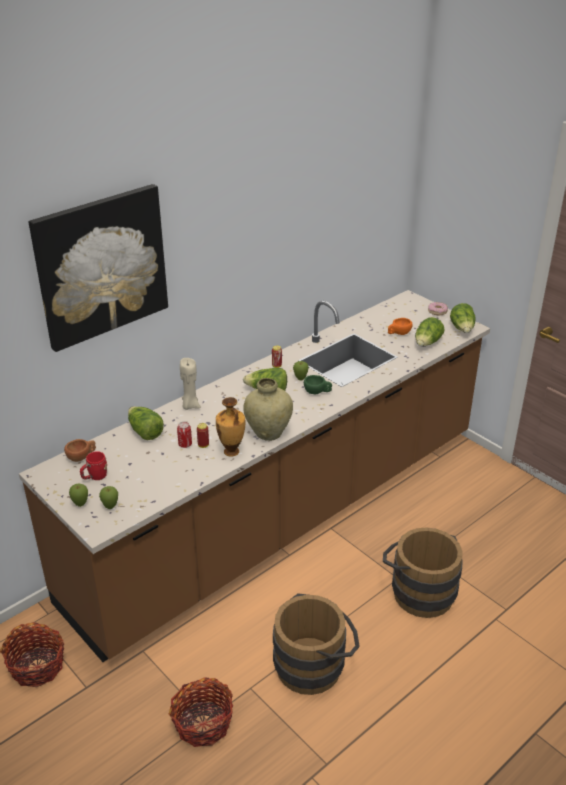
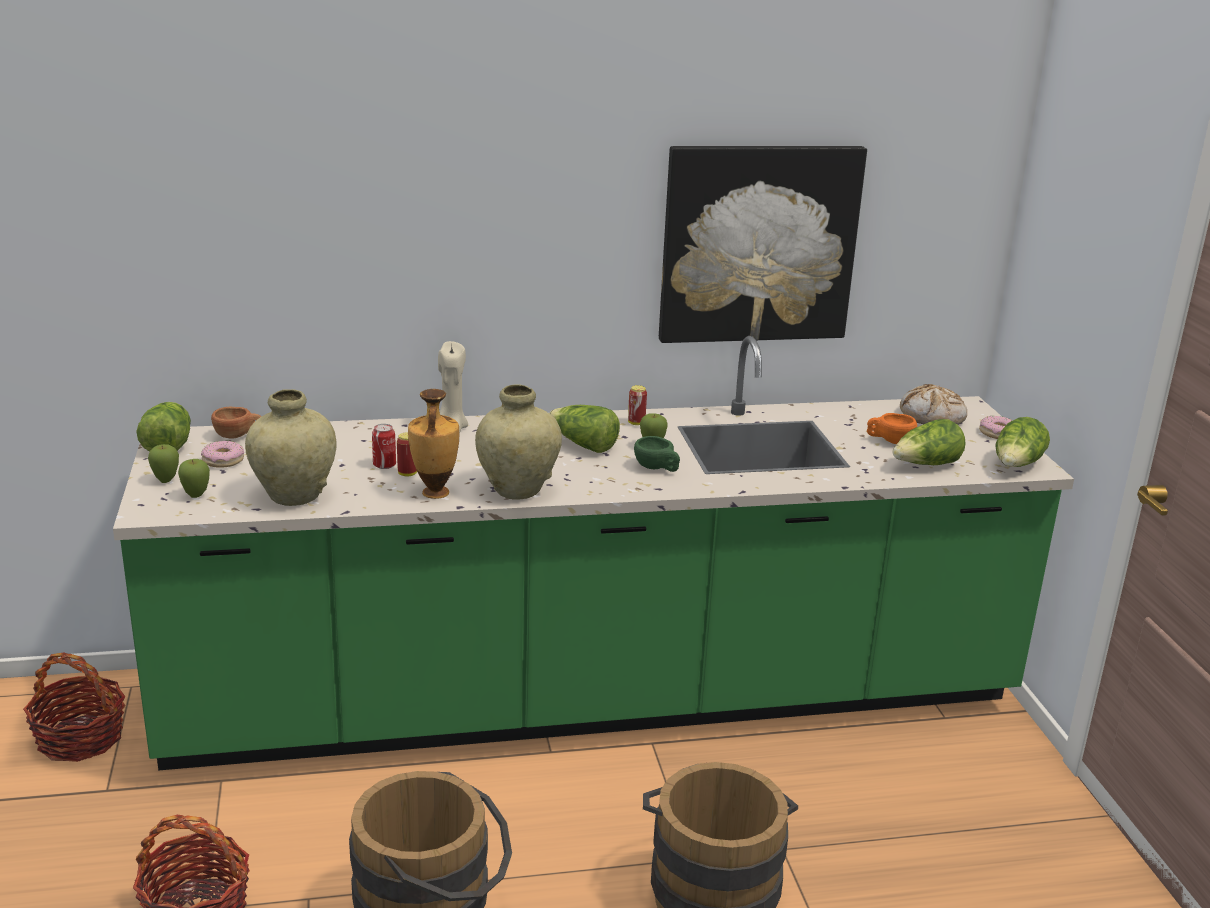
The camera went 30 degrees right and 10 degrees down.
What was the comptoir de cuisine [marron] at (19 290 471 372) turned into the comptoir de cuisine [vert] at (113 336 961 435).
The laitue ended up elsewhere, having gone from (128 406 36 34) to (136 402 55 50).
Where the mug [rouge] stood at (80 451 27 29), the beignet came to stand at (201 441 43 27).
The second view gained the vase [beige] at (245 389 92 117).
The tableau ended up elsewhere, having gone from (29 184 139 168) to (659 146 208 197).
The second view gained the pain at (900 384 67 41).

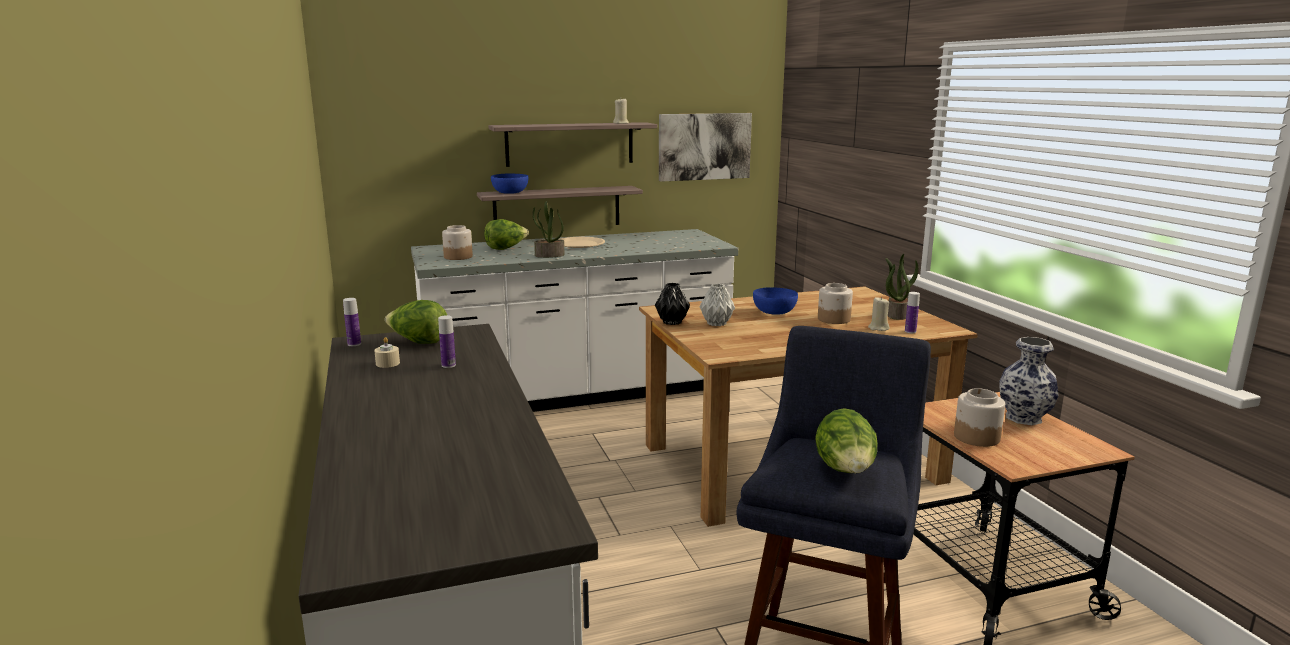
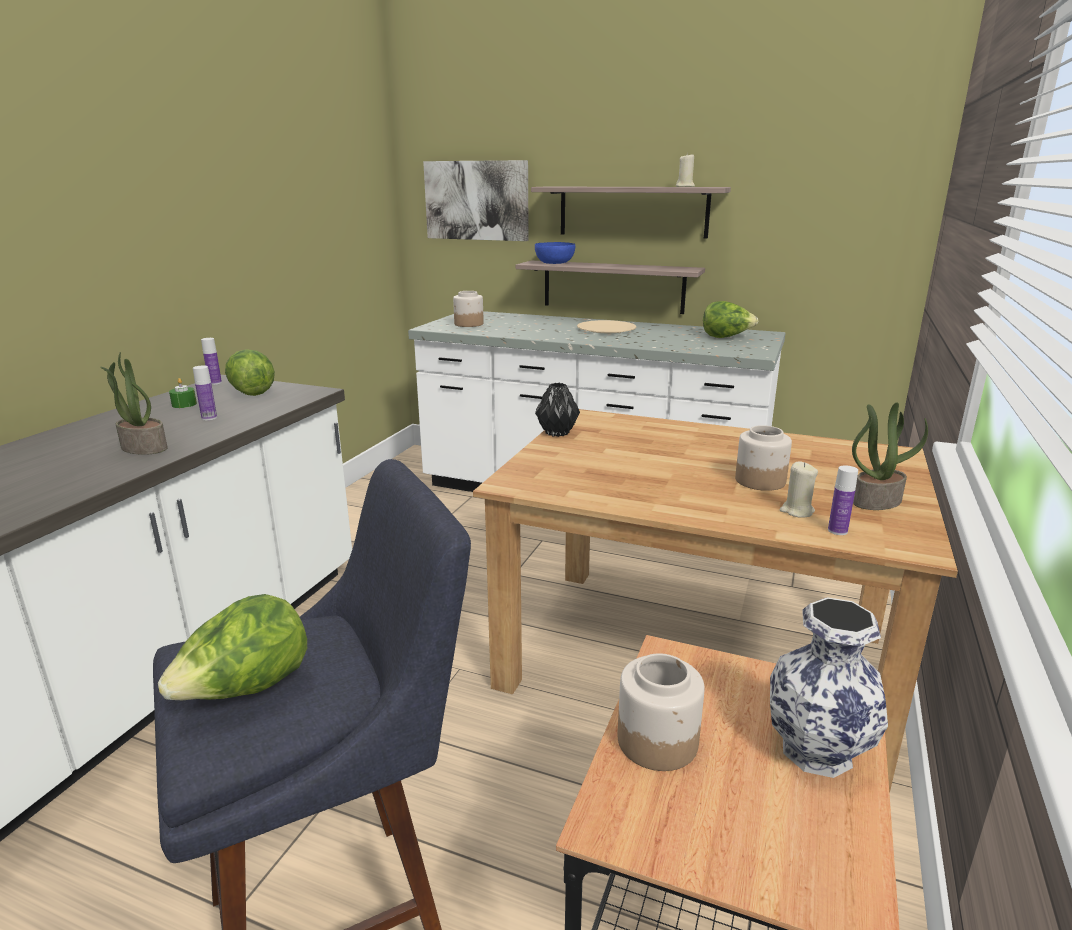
The camera went 40 degrees right and 5 degrees up.
The plante en pot ended up elsewhere, having gone from (532 201 33 57) to (101 352 67 103).
What was the bougie [beige] at (374 337 26 31) turned into the bougie [vert] at (169 378 28 30).
The tableau ended up elsewhere, having gone from (659 113 93 69) to (423 160 106 81).
The laitue ended up elsewhere, having gone from (484 219 45 31) to (703 301 55 37).
The second view lost the vase [gris] at (699 284 36 42).
The second view lost the bol [bleu] at (753 288 45 27).

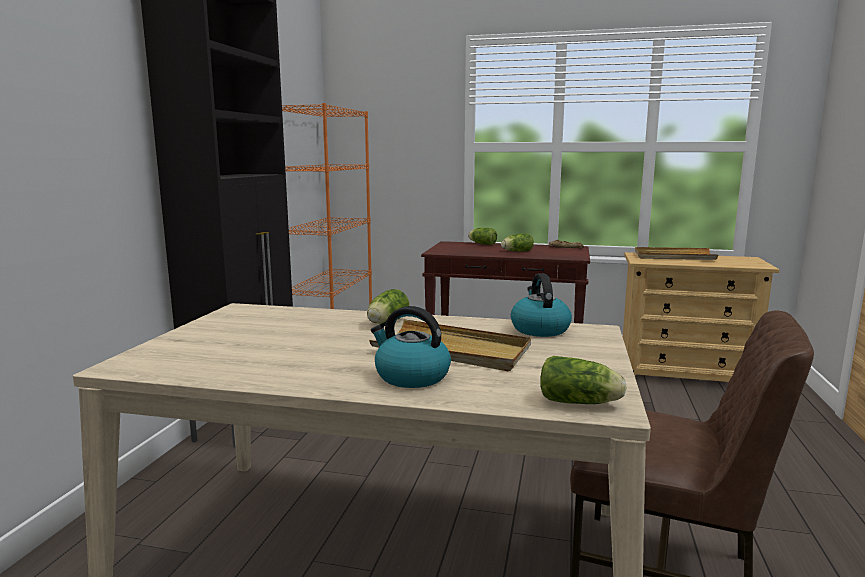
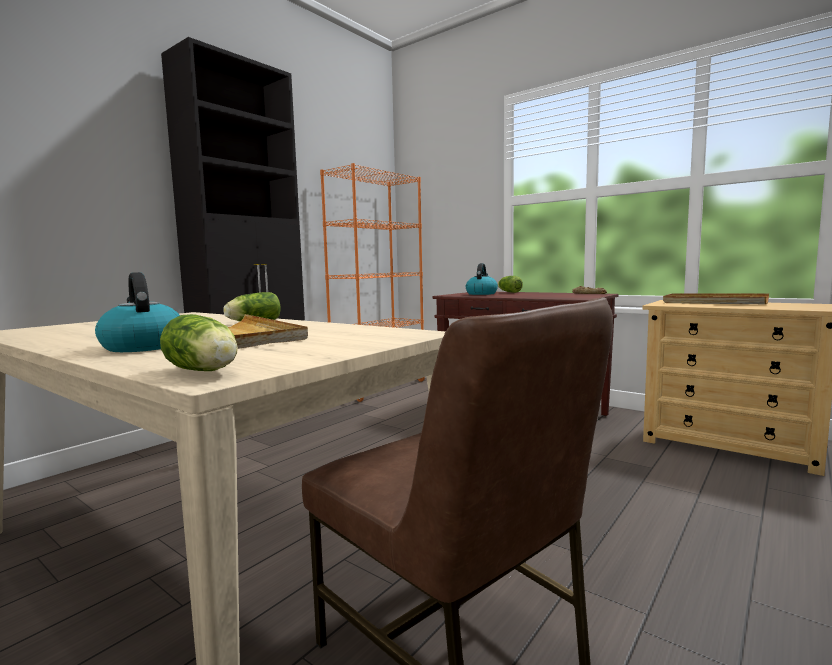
The camera went 25 degrees right and 5 degrees down.
The bouilloire ended up elsewhere, having gone from (511 273 61 64) to (466 263 32 32).
The second view lost the laitue at (501 233 33 19).

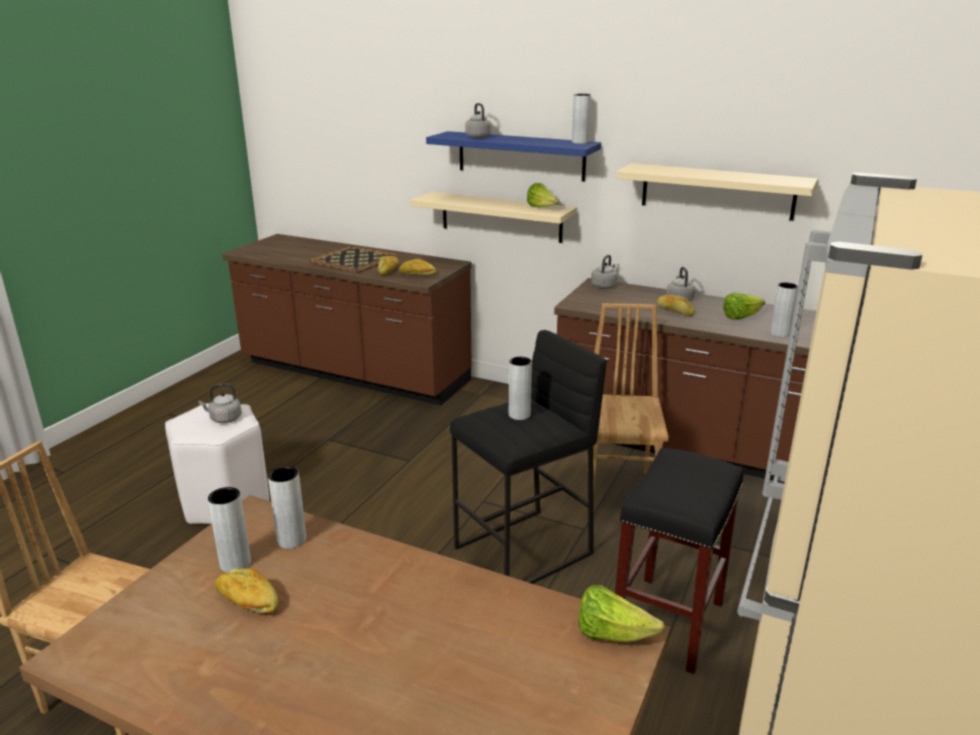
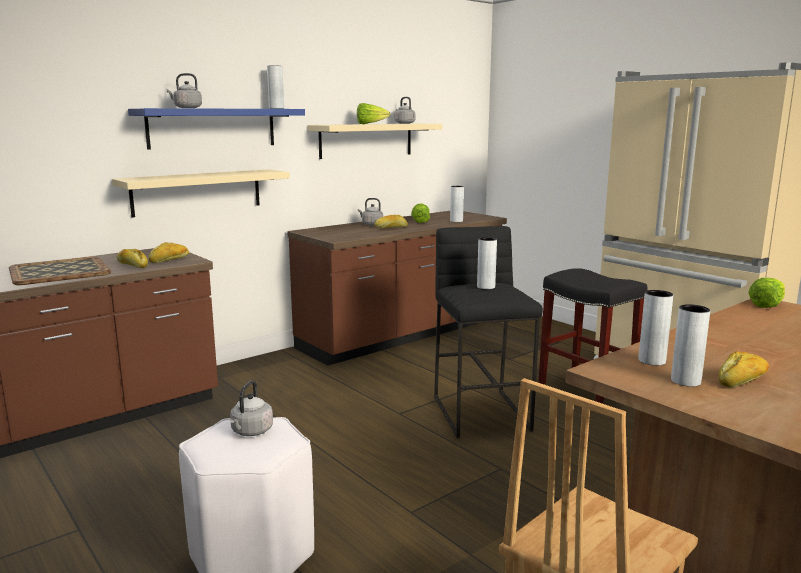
The camera went 65 degrees left and 10 degrees down.
The laitue ended up elsewhere, having gone from (527 183 31 25) to (357 103 33 21).
The bouilloire [gris] ended up elsewhere, having gone from (591 255 27 34) to (394 97 21 27).
The second view lost the chaise [marron] at (587 303 82 193).

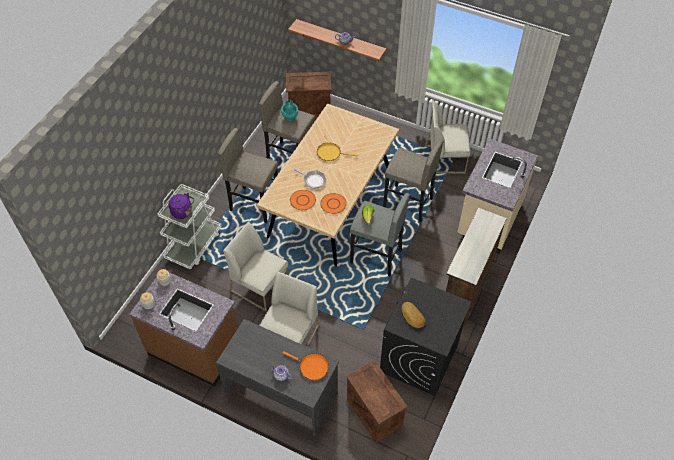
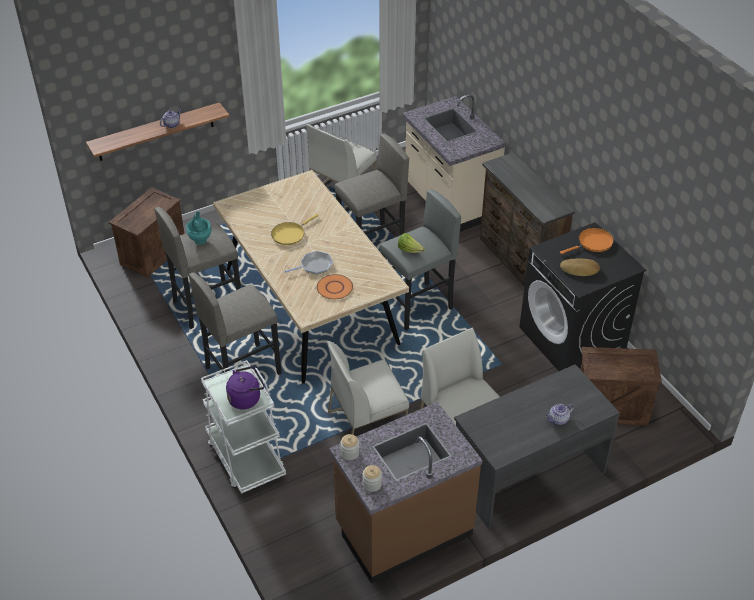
The camera went 55 degrees left and 10 degrees down.
The poêle [orange] ended up elsewhere, having gone from (283 351 46 29) to (560 228 54 26).
The second view lost the assiette [orange] at (320 193 27 21).

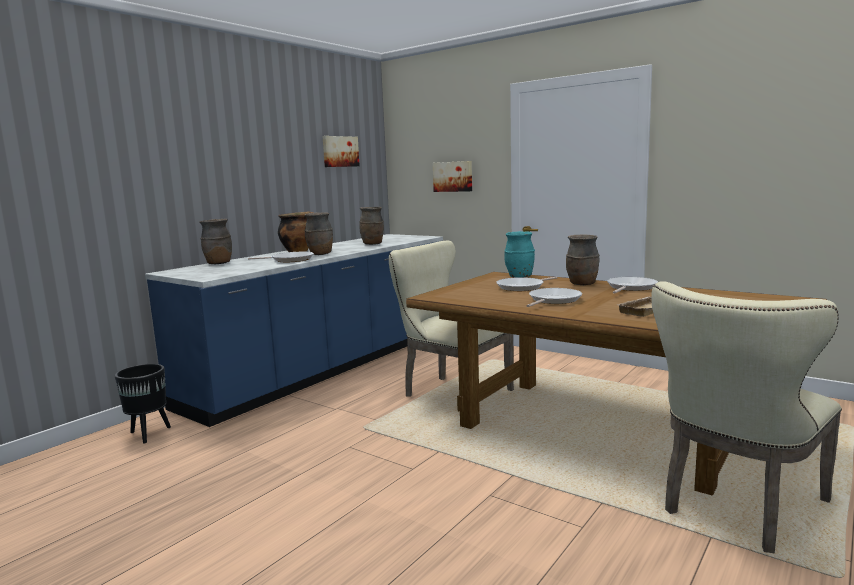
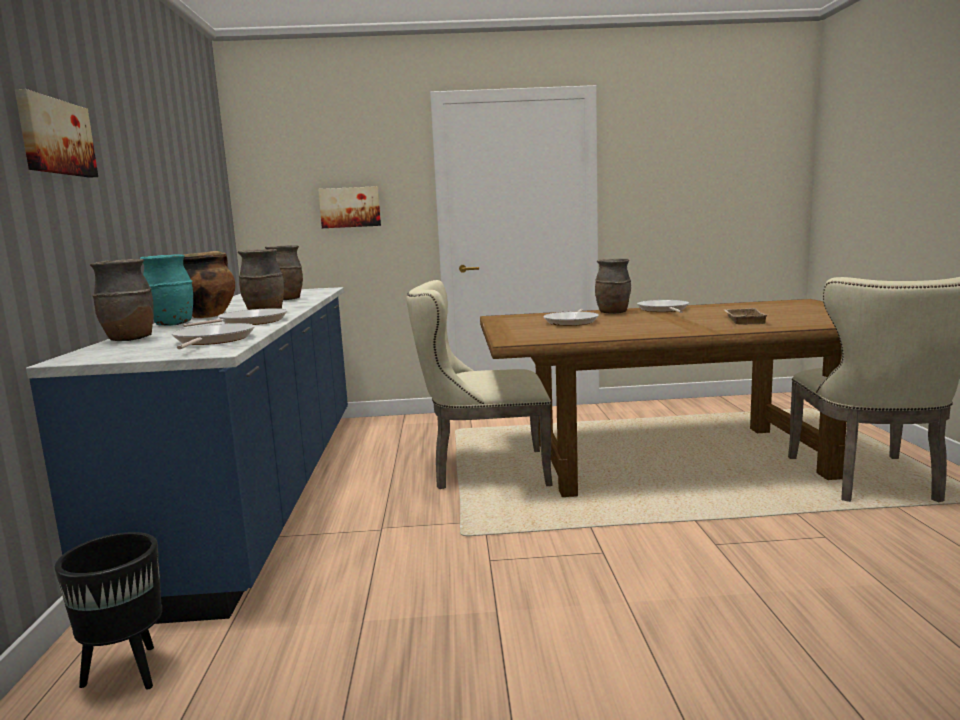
The camera went 40 degrees left and 0 degrees up.
The tableau ended up elsewhere, having gone from (322 136 38 31) to (15 89 83 89).
The vase [turquoise] ended up elsewhere, having gone from (504 231 31 47) to (140 255 53 71).
The poêle ended up elsewhere, having gone from (527 288 55 19) to (172 323 83 26).

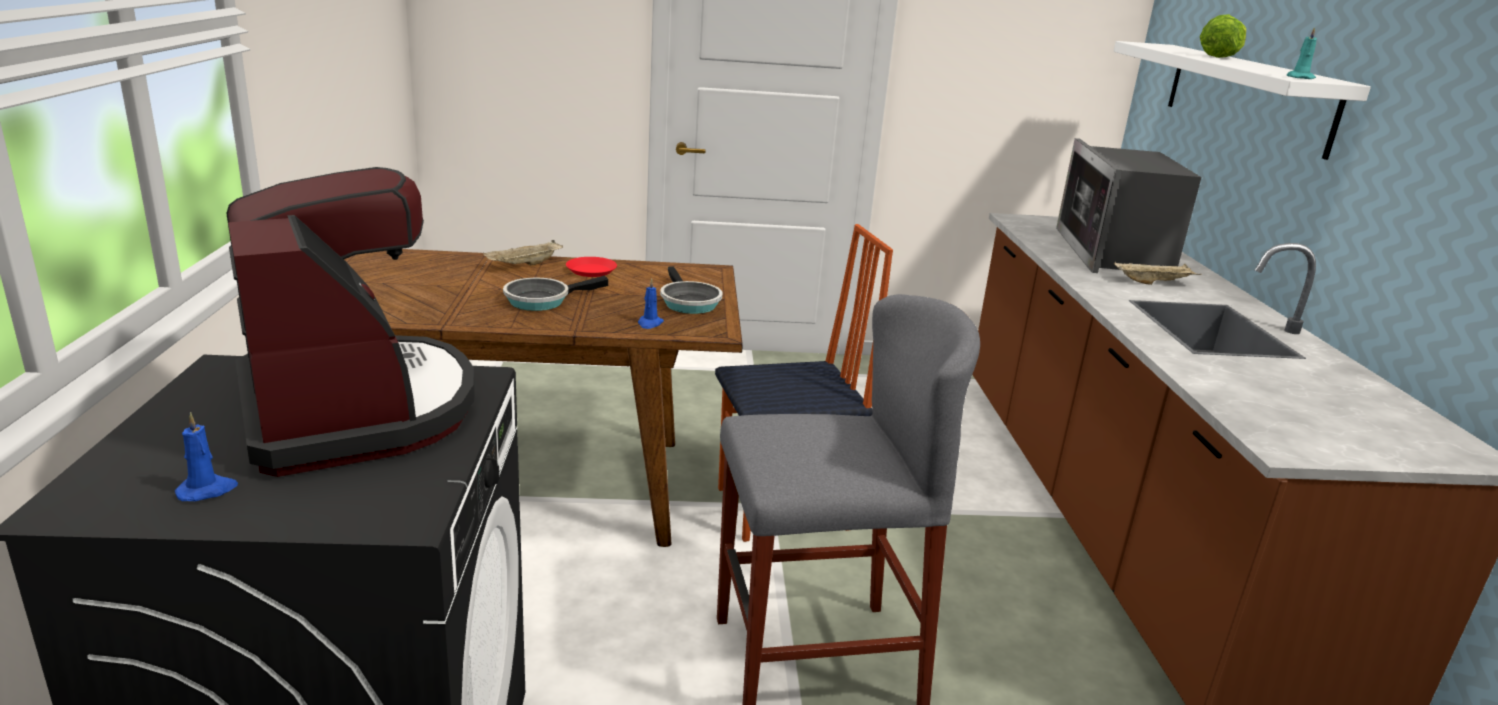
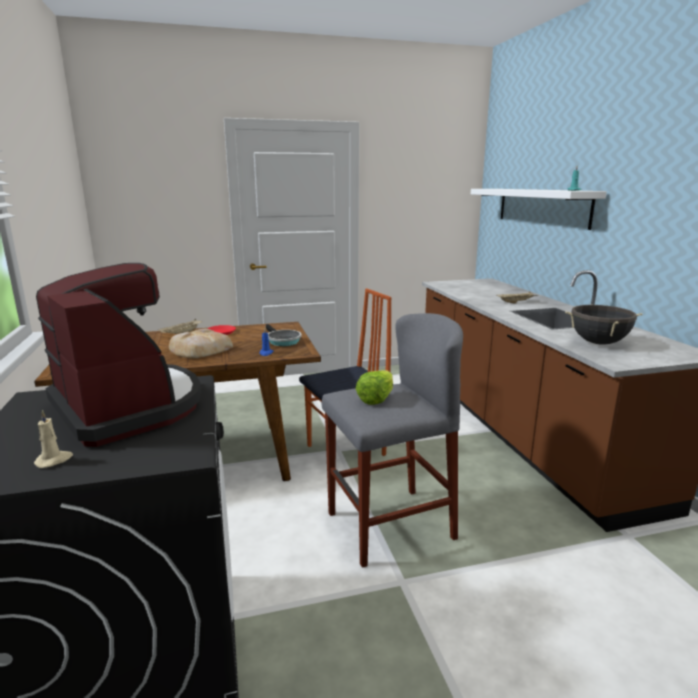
The camera went 10 degrees left and 5 degrees down.
What was the bougie [bleu] at (175 412 63 89) turned into the bougie [beige] at (34 410 39 58).
Where the poêle stood at (503 276 105 35), the pain came to stand at (169 329 64 29).
The laitue ended up elsewhere, having gone from (1200 14 46 44) to (356 370 37 35).
The second view gained the marmite [noir] at (565 304 77 41).
The second view lost the micro-ondes at (1056 138 146 135).

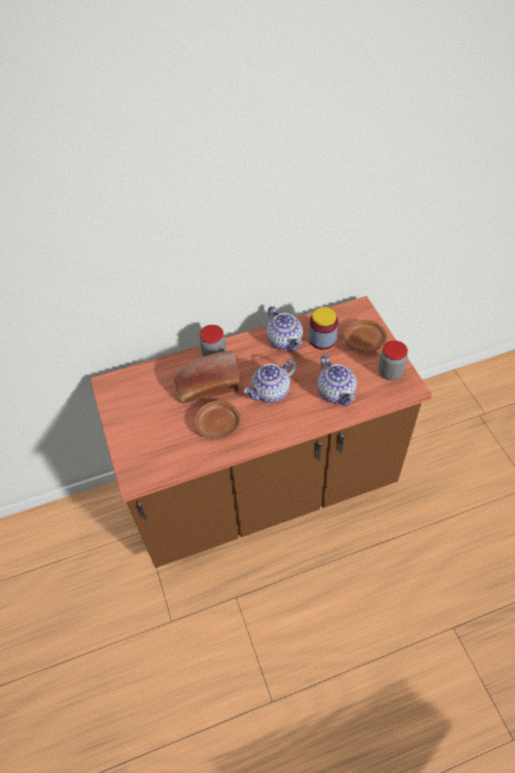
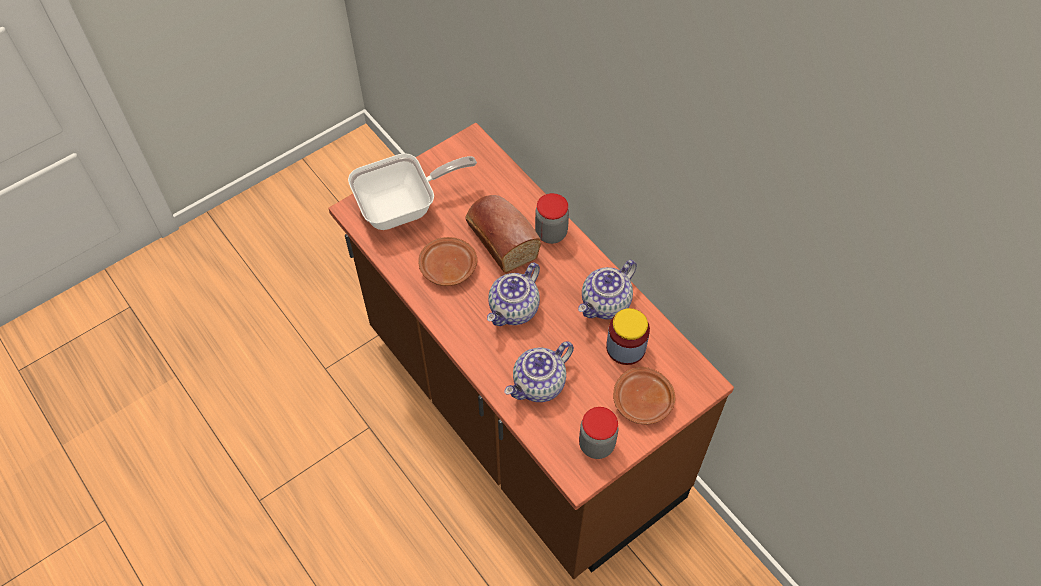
The camera went 70 degrees right and 5 degrees up.
The second view gained the poêle at (348 153 129 77).
The théière at (244 360 52 43) ended up facing another way, 90 degrees counterclockwise from before.

